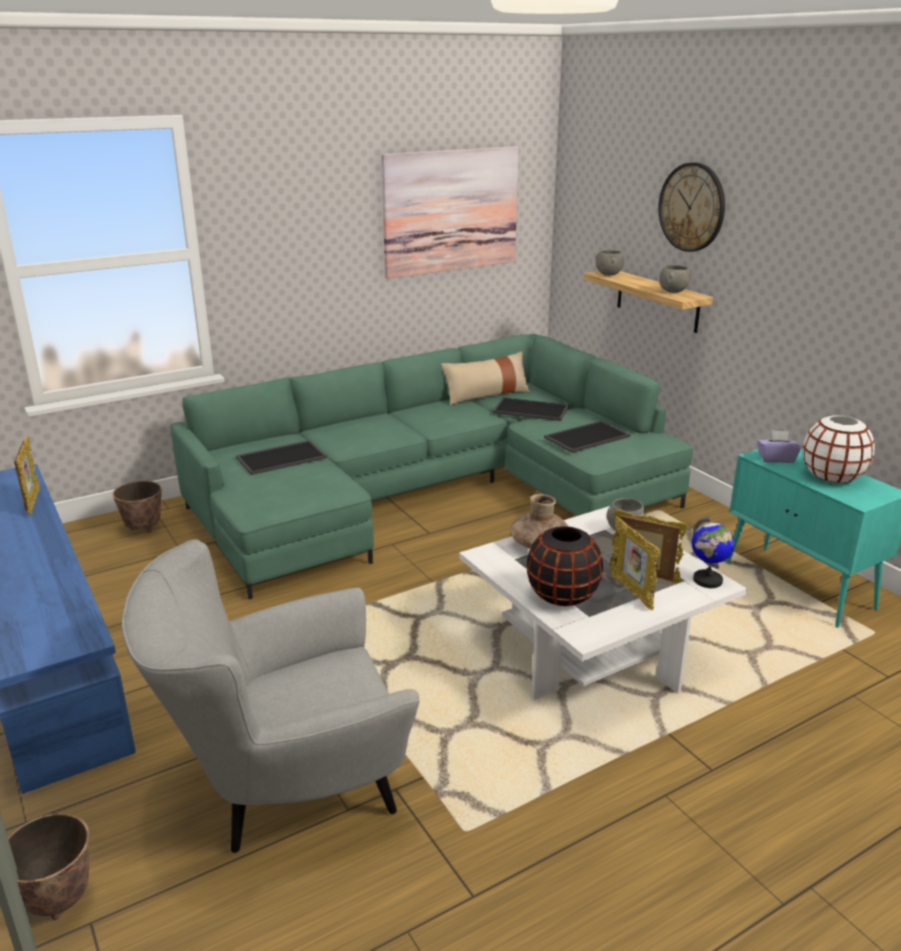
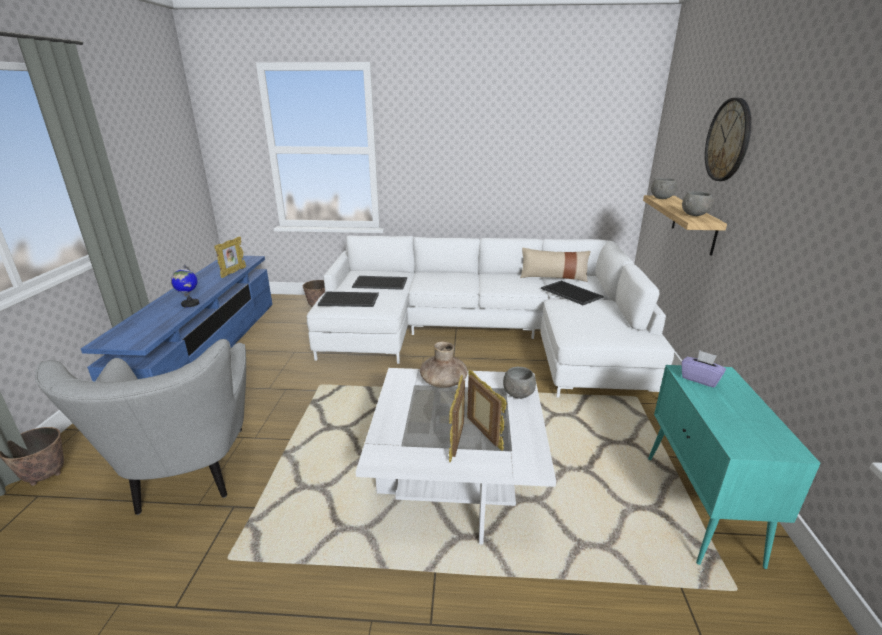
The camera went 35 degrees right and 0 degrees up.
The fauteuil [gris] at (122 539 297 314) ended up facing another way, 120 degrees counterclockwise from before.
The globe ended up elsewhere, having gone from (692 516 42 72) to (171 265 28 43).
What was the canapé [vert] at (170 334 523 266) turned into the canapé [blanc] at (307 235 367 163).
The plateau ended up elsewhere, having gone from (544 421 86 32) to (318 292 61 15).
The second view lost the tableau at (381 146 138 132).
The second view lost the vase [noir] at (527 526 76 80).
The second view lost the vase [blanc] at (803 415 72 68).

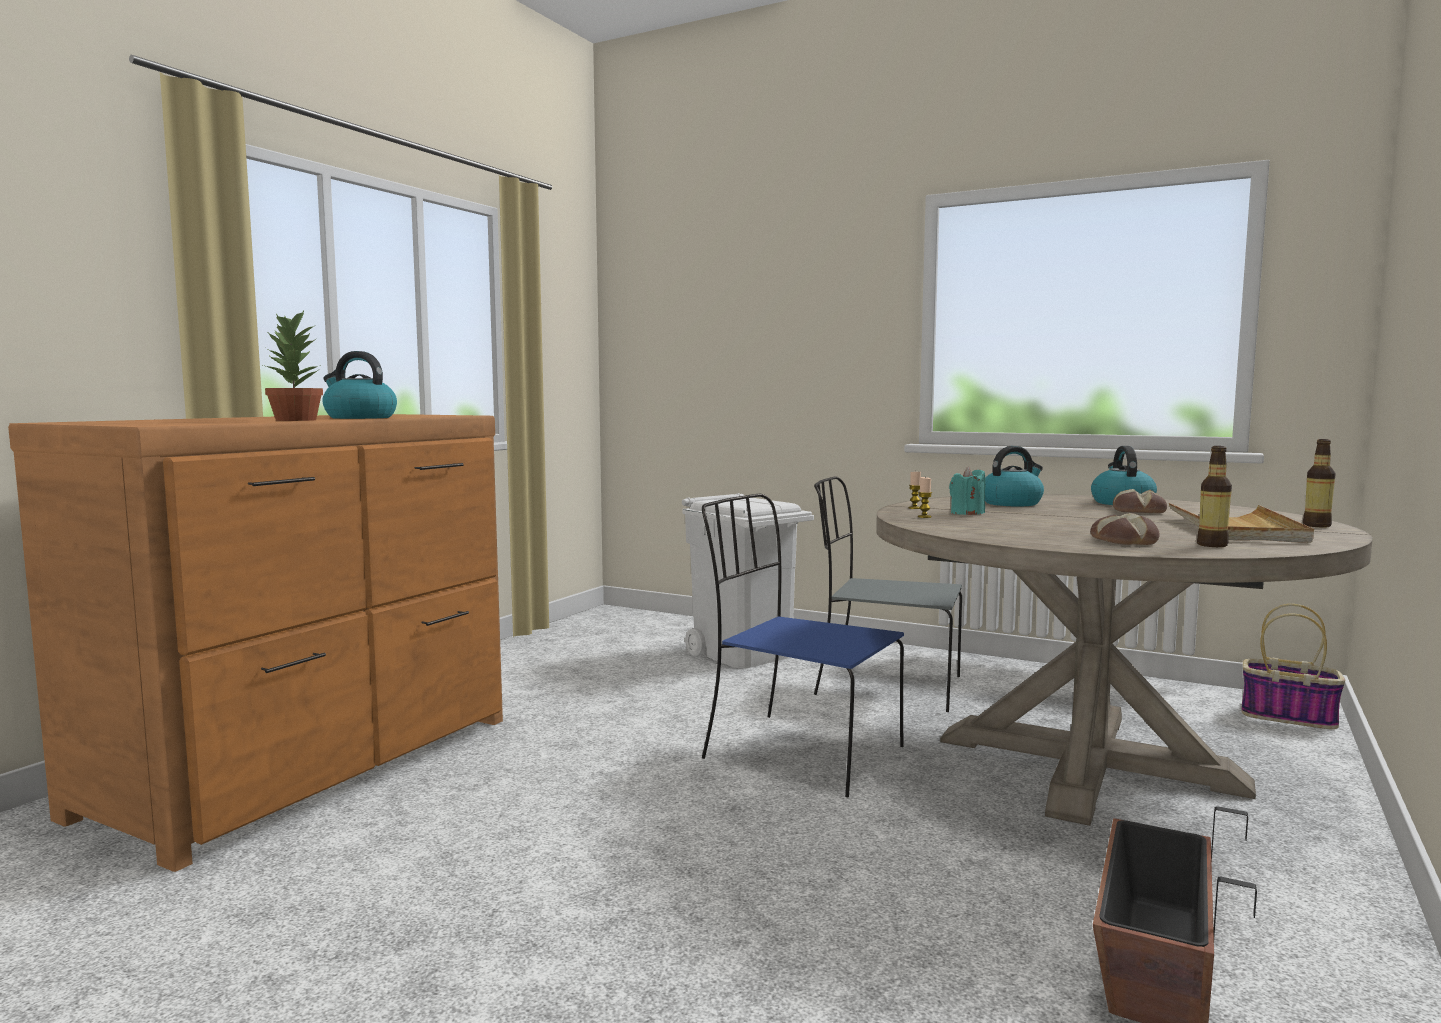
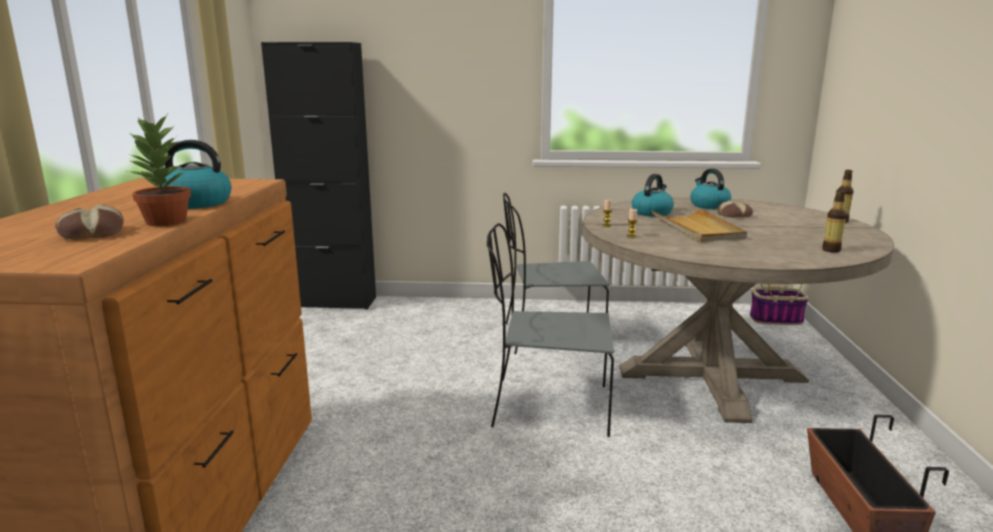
The camera went 25 degrees left and 10 degrees up.
The pain ended up elsewhere, having gone from (1090 513 70 32) to (55 205 69 35).
The second view gained the meuble de rangement [noir] at (261 42 115 268).
What was the chaise [bleu] at (702 494 202 303) turned into the chaise [gris] at (487 223 127 214).
The plateau [beige] ended up elsewhere, having gone from (1169 503 145 40) to (652 208 95 34).
The second view lost the poubelle [blanc] at (682 493 132 175).
The second view lost the bougie [turquoise] at (949 466 36 49).

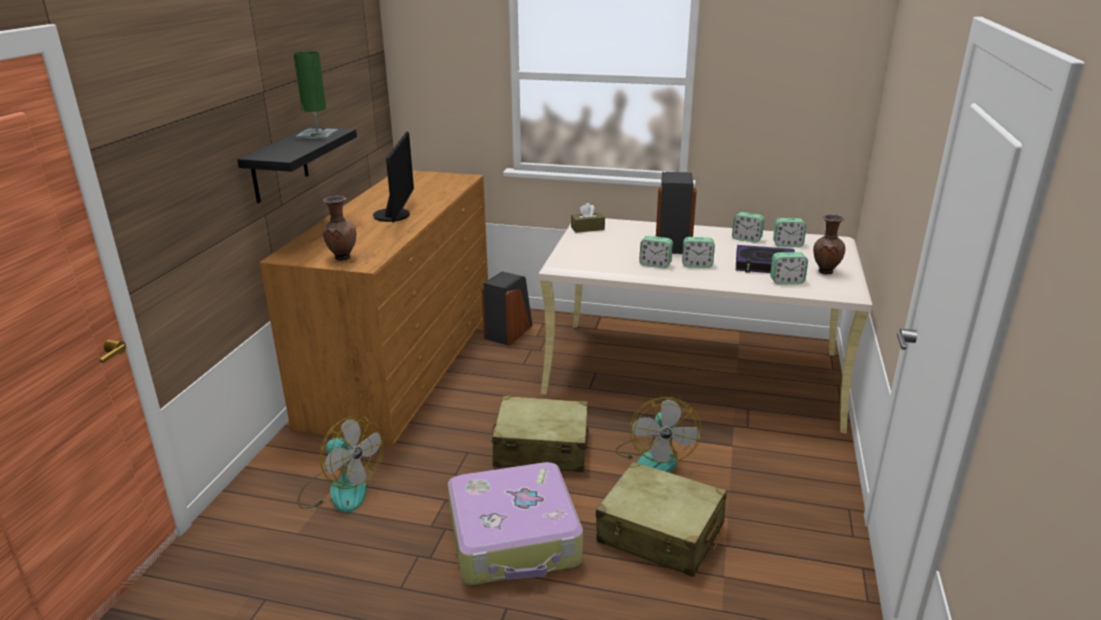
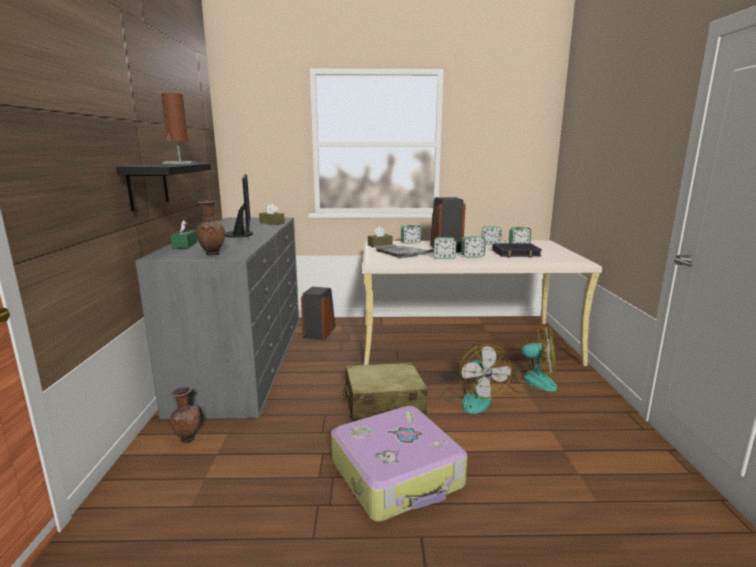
The camera went 15 degrees left and 10 degrees down.
What was the commode [marron] at (259 170 229 275) turned into the commode [gris] at (135 217 164 202).
What was the lampe de table [vert] at (293 51 45 88) turned into the lampe de table [marron] at (161 93 36 71).
The second view gained the boîte à mouchoirs [vert] at (170 220 27 29).
The vase [marron] ended up elsewhere, having gone from (813 214 32 61) to (170 387 31 56).
The second view gained the boîte à mouchoirs [marron] at (259 203 26 22).
The second view gained the plateau [gris] at (375 244 59 14).
The réveil ended up elsewhere, having gone from (770 252 38 33) to (401 225 20 19).
The ventilateur ended up elsewhere, having gone from (297 415 86 98) to (505 325 52 69).
The second view lost the valise [beige] at (596 462 131 115).

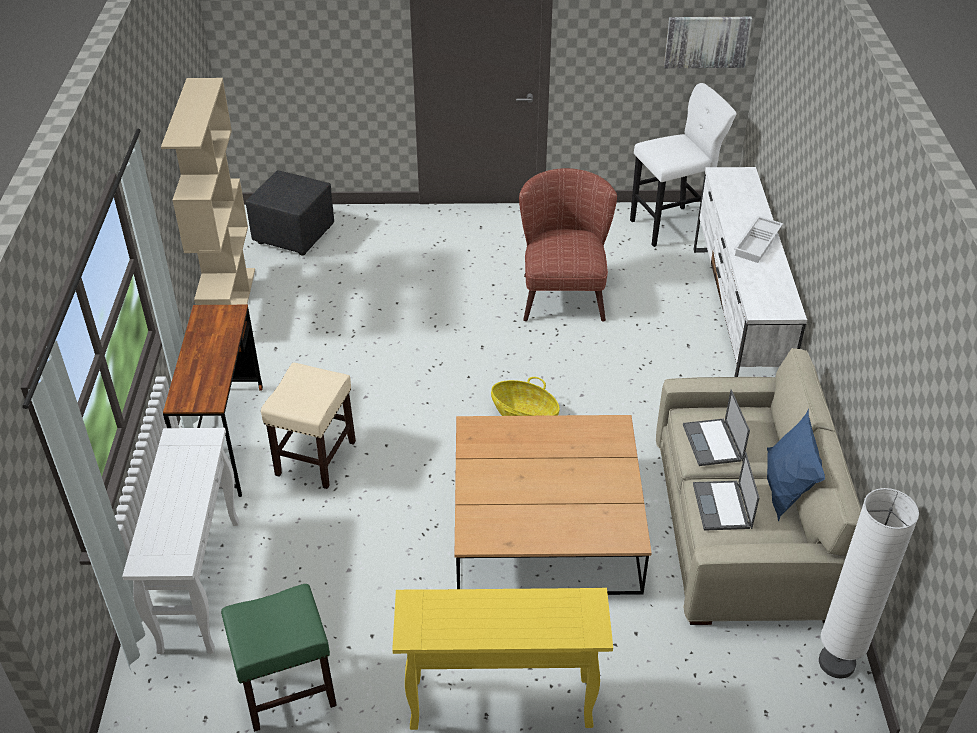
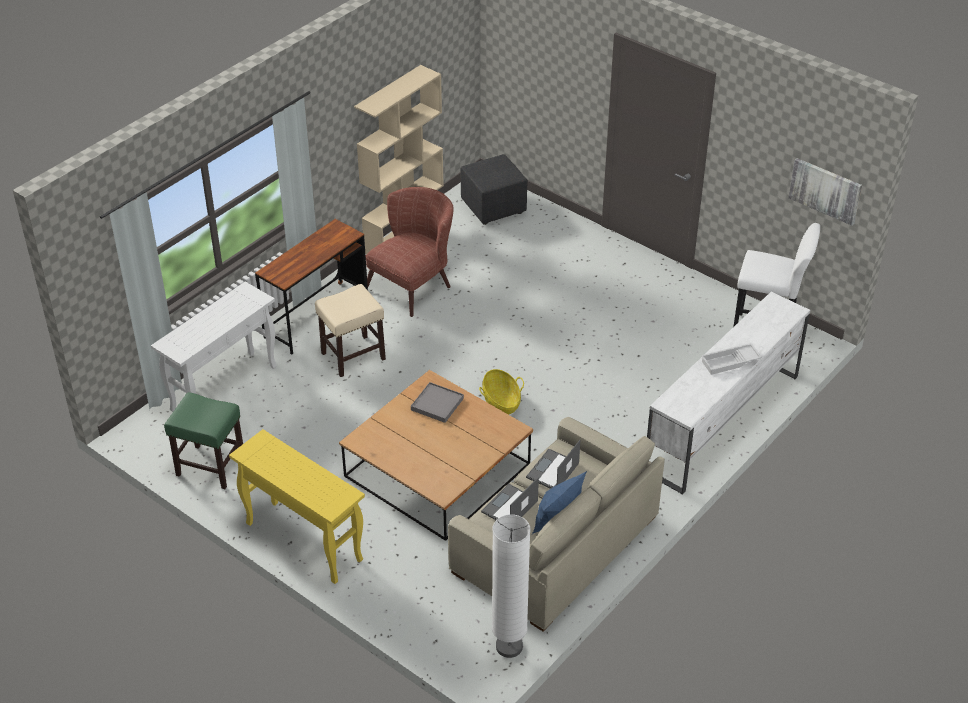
The camera went 40 degrees right and 0 degrees up.
The fauteuil [marron] ended up elsewhere, having gone from (519 168 98 154) to (366 187 88 130).
The second view gained the plateau [gris] at (411 382 53 41).

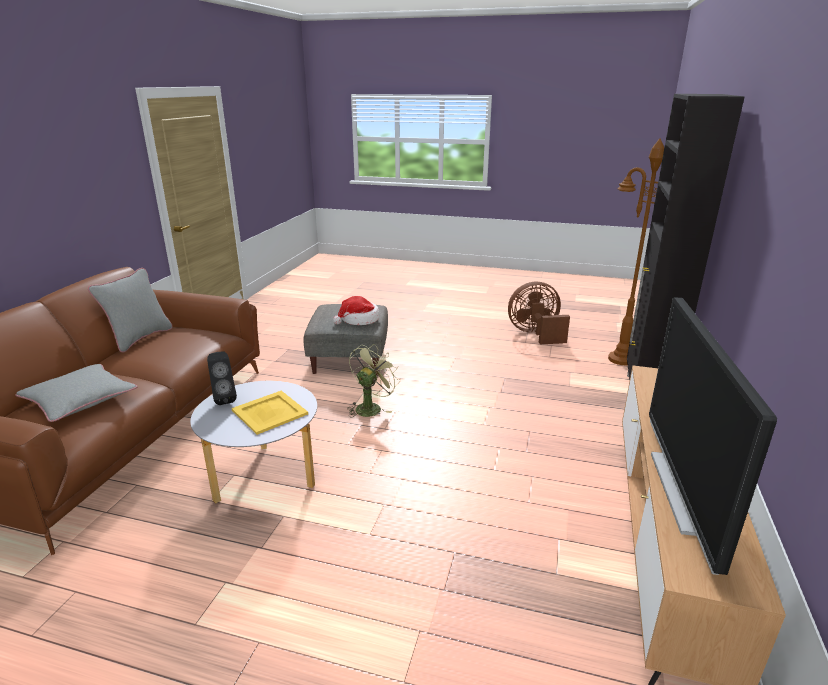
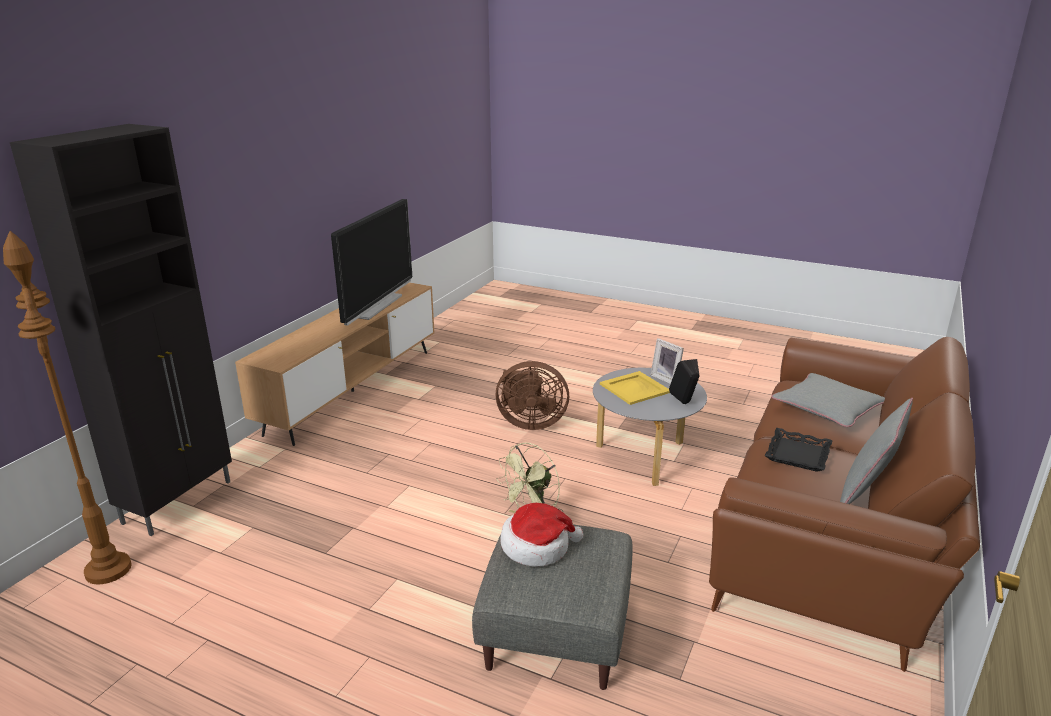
The camera went 170 degrees left and 0 degrees up.
The ventilateur [marron] ended up elsewhere, having gone from (508 281 62 63) to (496 361 73 69).
The second view gained the cadre photo at (651 338 33 46).
The second view gained the plateau [noir] at (765 428 68 44).

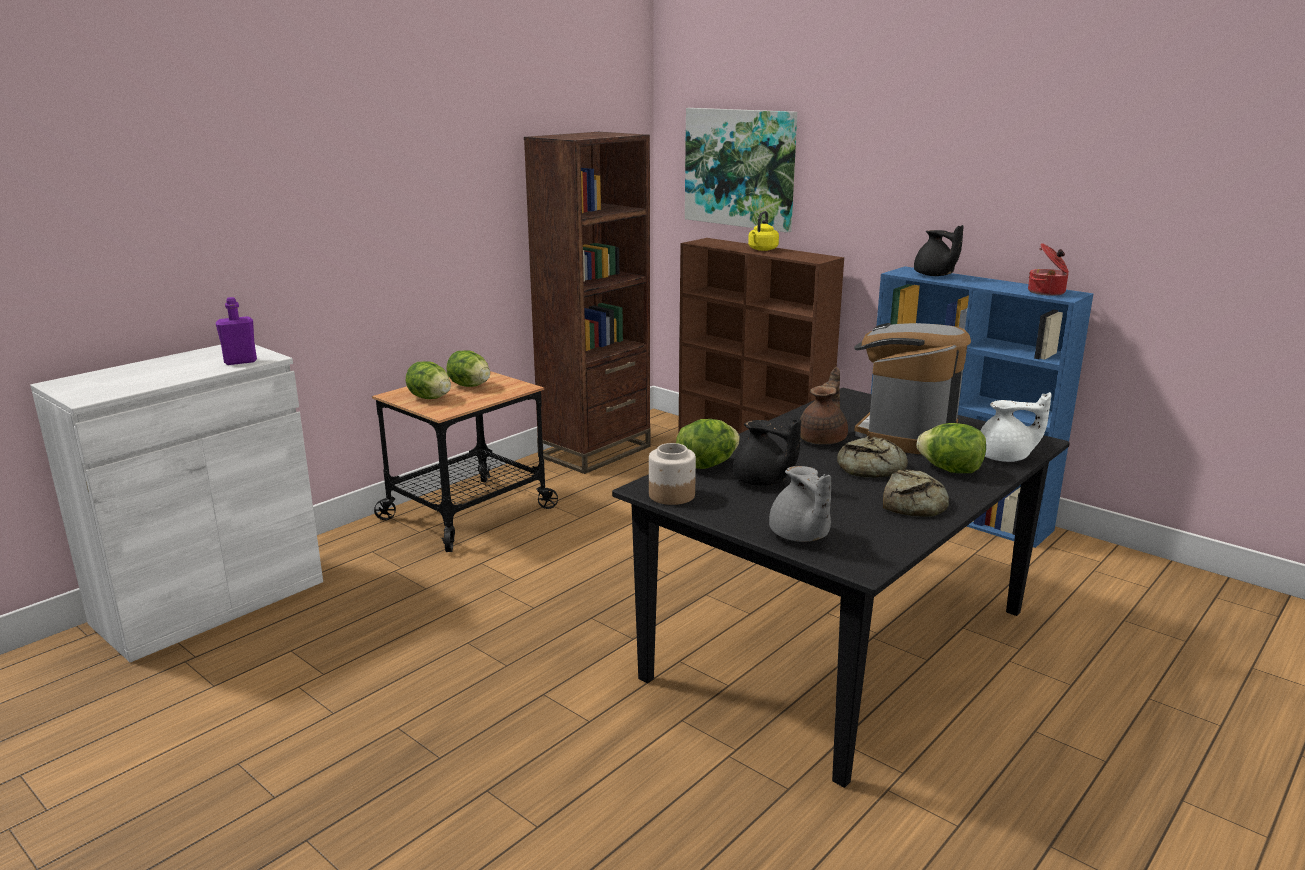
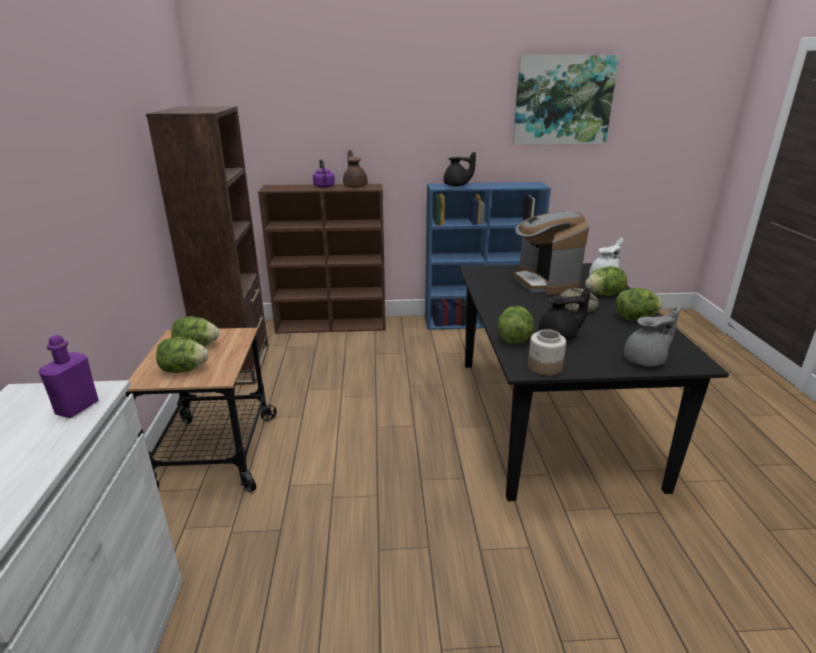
The camera went 45 degrees left and 5 degrees up.
What was the bouilloire [jaune] at (748 211 31 40) turned into the bouilloire [violet] at (313 159 22 29).
The théière [marron] ended up elsewhere, having gone from (800 367 48 77) to (343 150 25 38).
The tableau ended up elsewhere, having gone from (685 108 112 125) to (513 55 106 90).
Where the pain stood at (883 469 66 48), the laitue came to stand at (616 288 47 33).
The théière [gris] at (769 466 62 76) ended up facing another way, 45 degrees counterclockwise from before.
The second view lost the marmite at (1028 243 41 53).

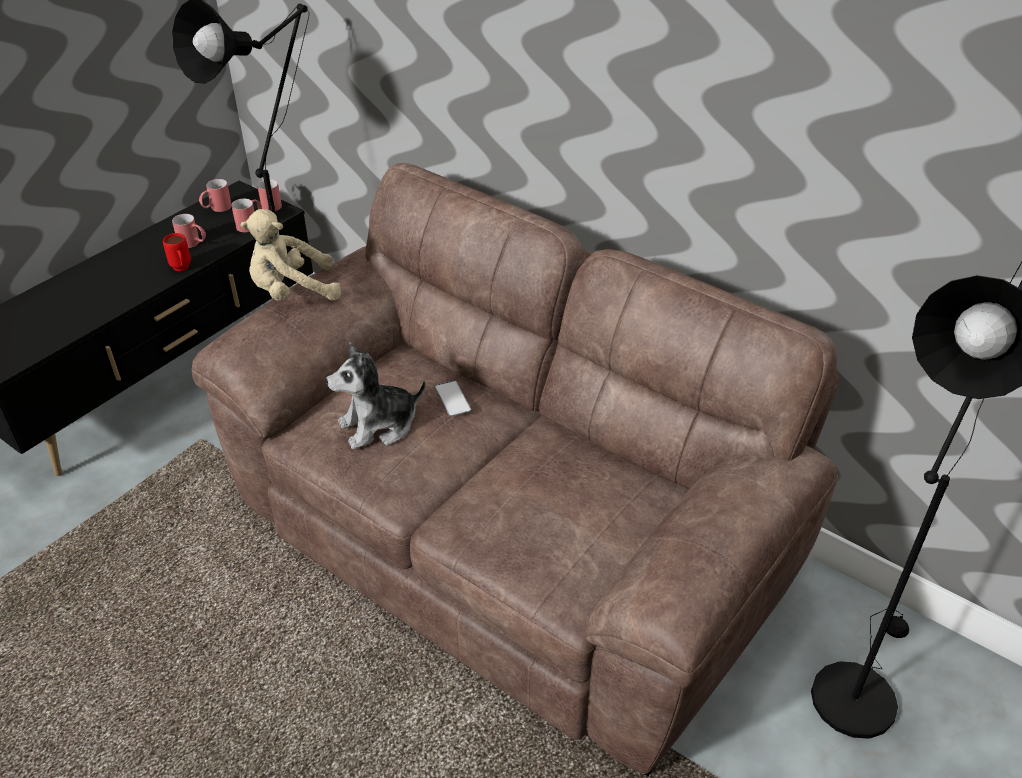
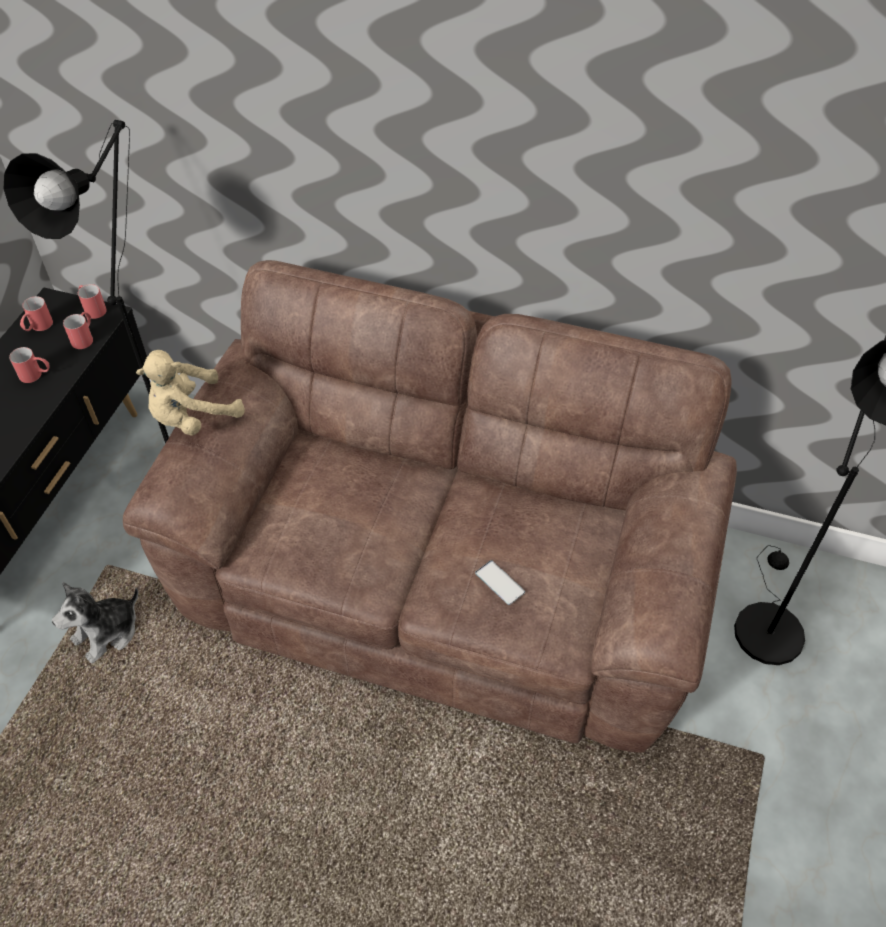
The camera went 20 degrees left and 10 degrees up.
The peluche ended up elsewhere, having gone from (326 343 100 106) to (52 582 86 81).
The téléphone ended up elsewhere, having gone from (435 380 36 36) to (475 560 50 45).
The second view lost the mug [rouge] at (163 233 28 38).

